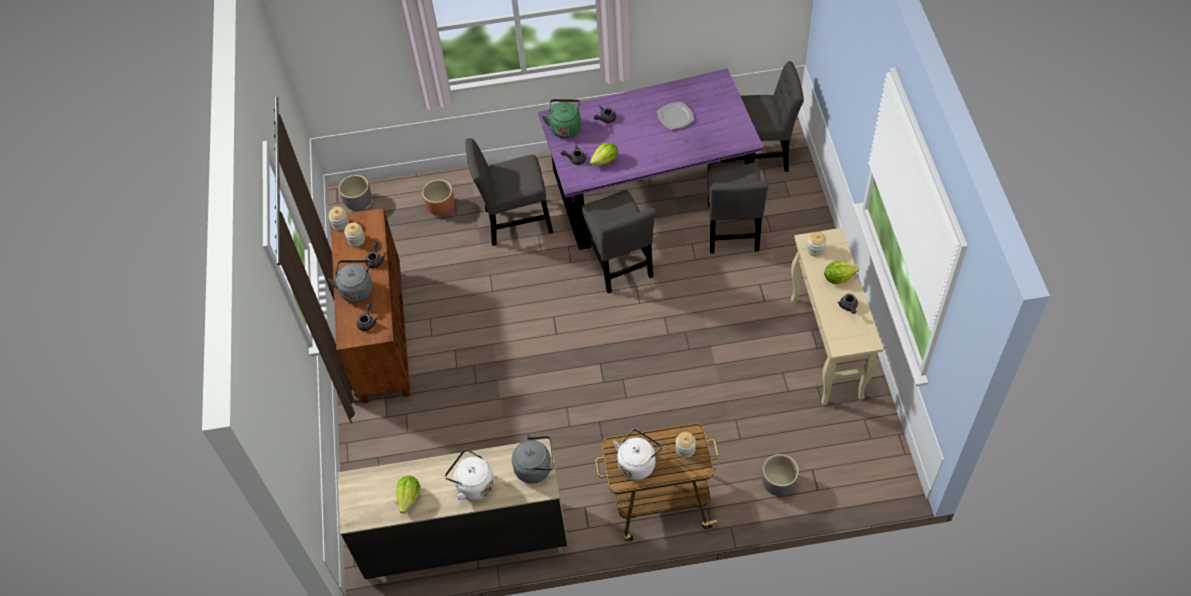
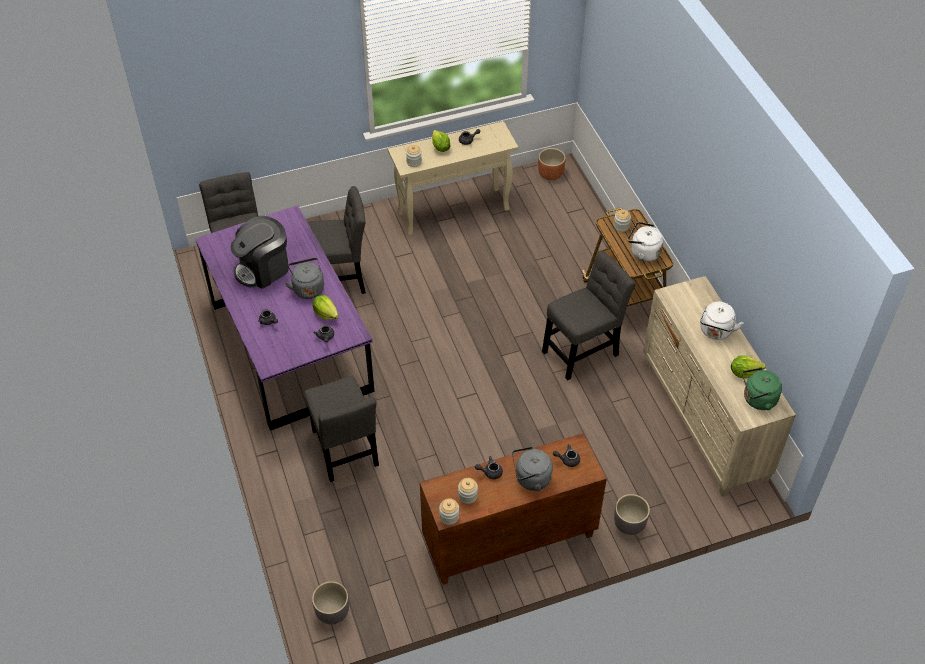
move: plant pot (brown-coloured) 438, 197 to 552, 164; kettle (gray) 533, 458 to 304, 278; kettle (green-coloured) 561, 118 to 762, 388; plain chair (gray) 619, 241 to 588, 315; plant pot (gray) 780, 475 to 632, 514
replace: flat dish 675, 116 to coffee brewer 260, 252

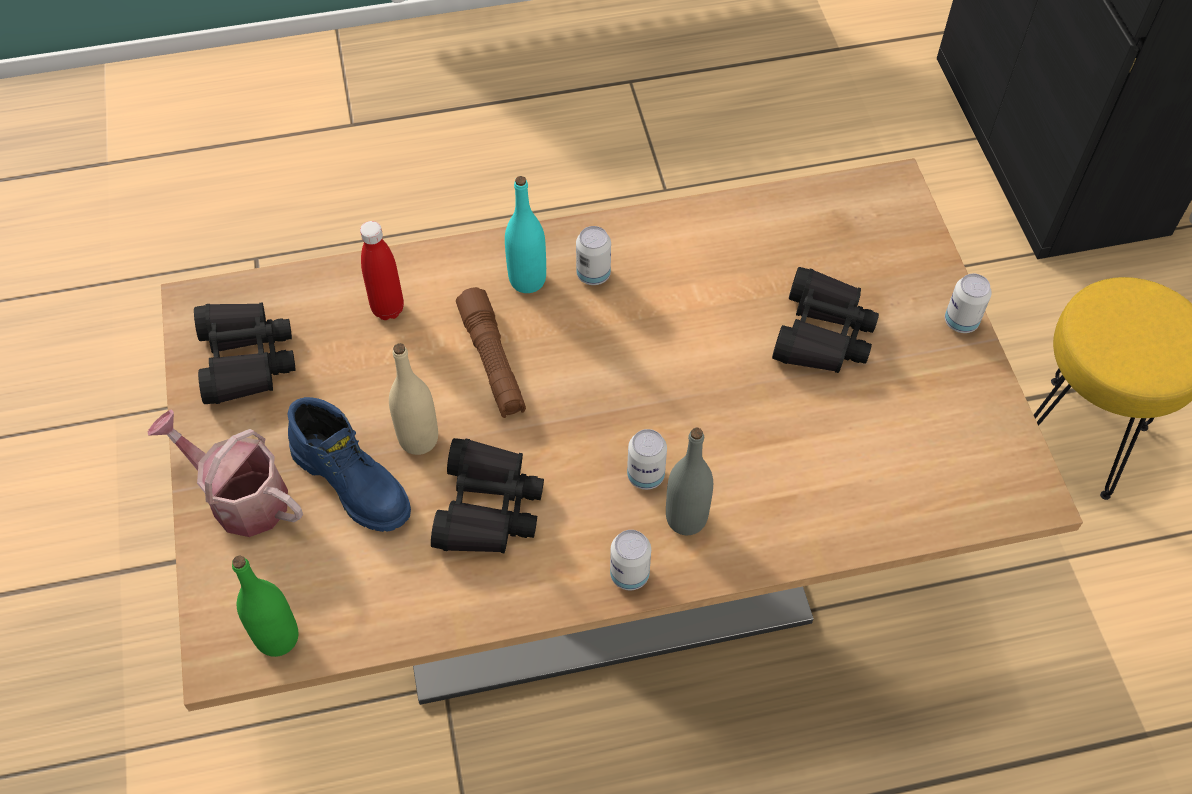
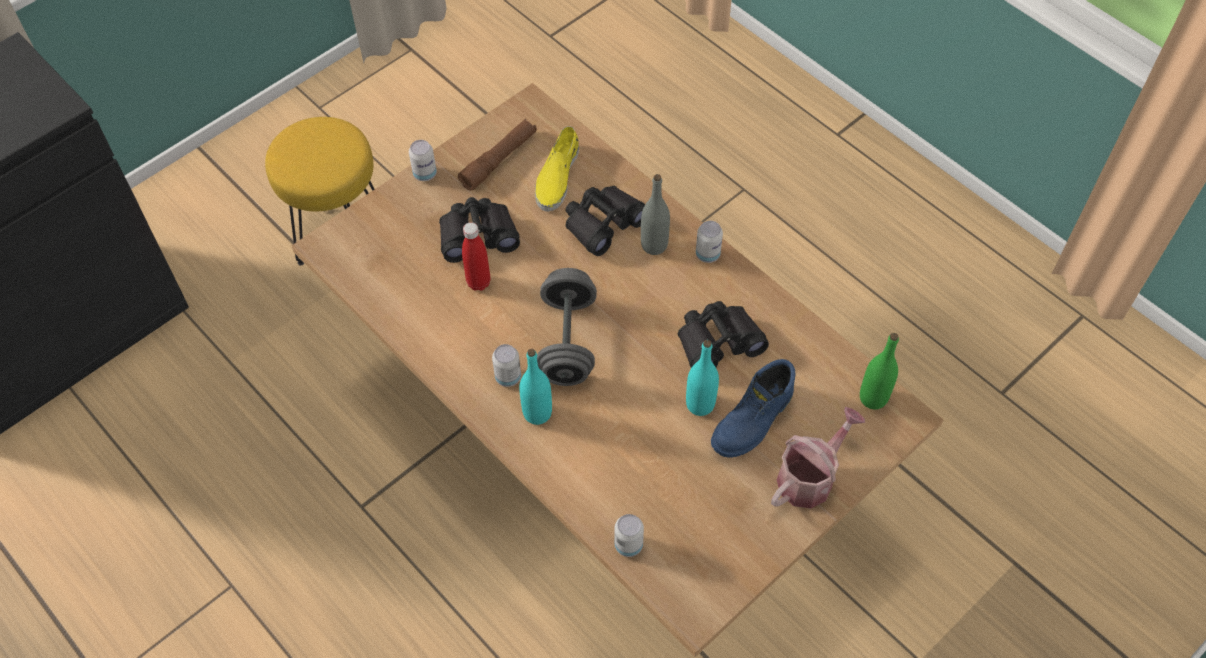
insert: item of footwear (yellow-coloured) 557, 169; dumbbell (gray) 567, 327
move: pair of binoculars (blackish) 245, 353 to 605, 221; beverage bottle (reddish) 382, 270 to 476, 256; torch (brown-coloured) 491, 352 to 497, 155; metal can 647, 459 to 629, 535
recolor: beverage bottle (beige) 413, 399 to beverage bottle (turquoise) 702, 378
rotate: watering can 225, 473 = 818, 458 135 degrees counterclockwise; high-top boot (bluish) 349, 464 = 753, 408 150 degrees counterclockwise

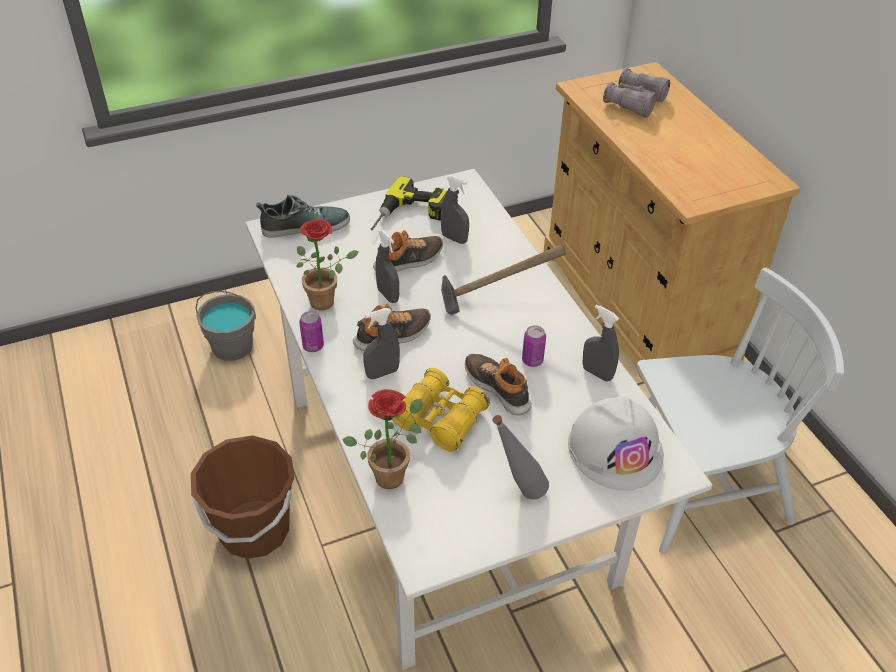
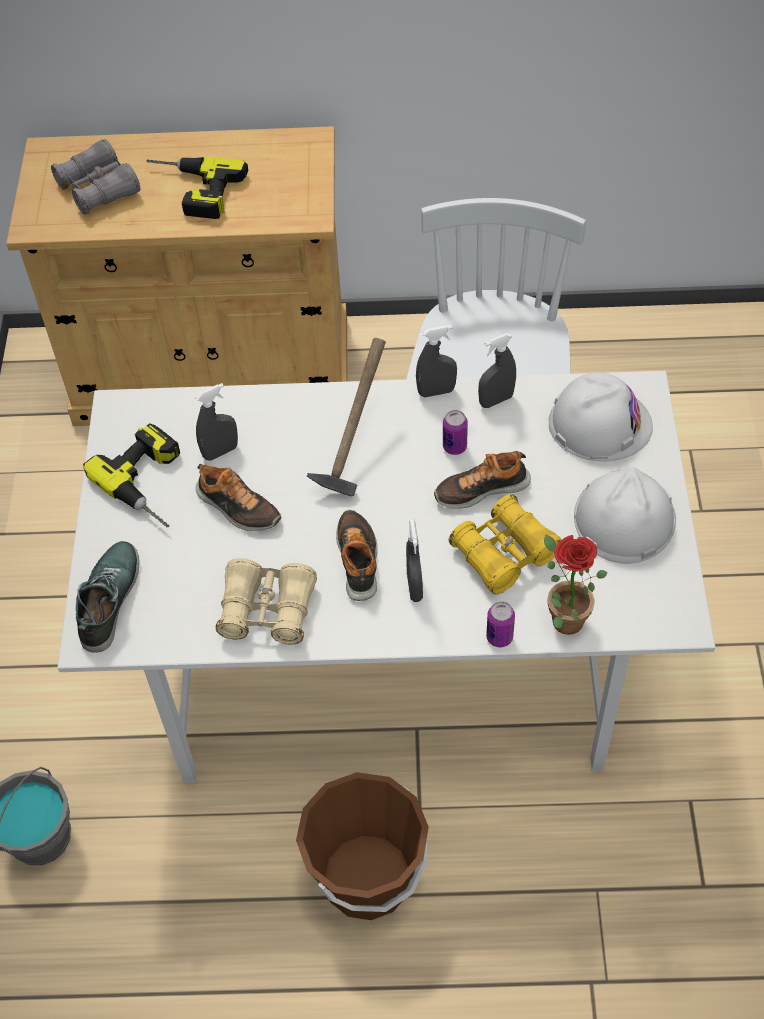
insert: drill 197, 188
move: metal can 311, 331 to 500, 624; spray bottle (gray) 387, 266 to 436, 361
replace: plant in a pot 327, 264 to pair of binoculars (beige) 266, 601; beverage bottle (gray) 520, 457 to hard hat (white) 625, 515
rotate: item of footwear 408, 251 = 238, 497 135 degrees clockwise

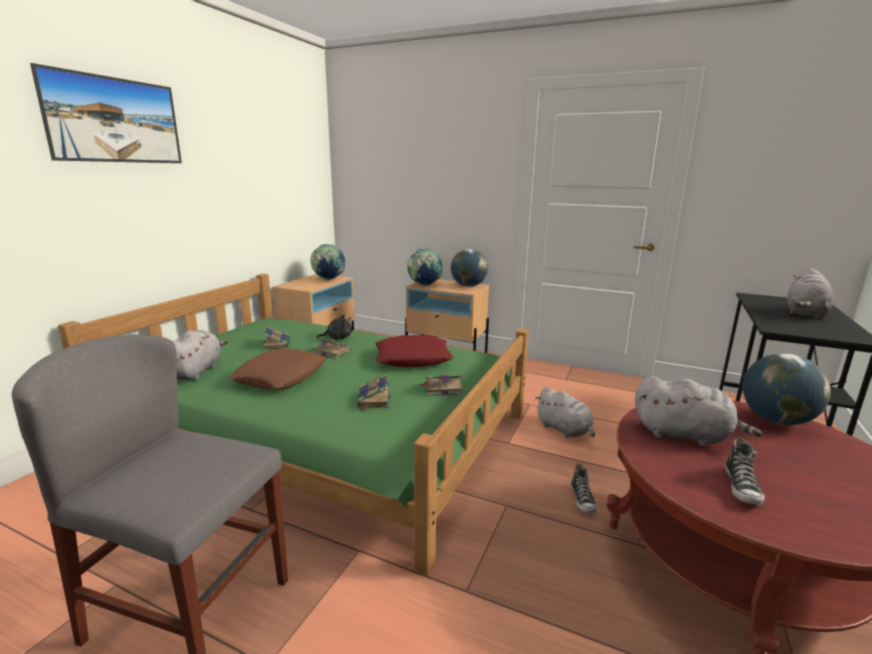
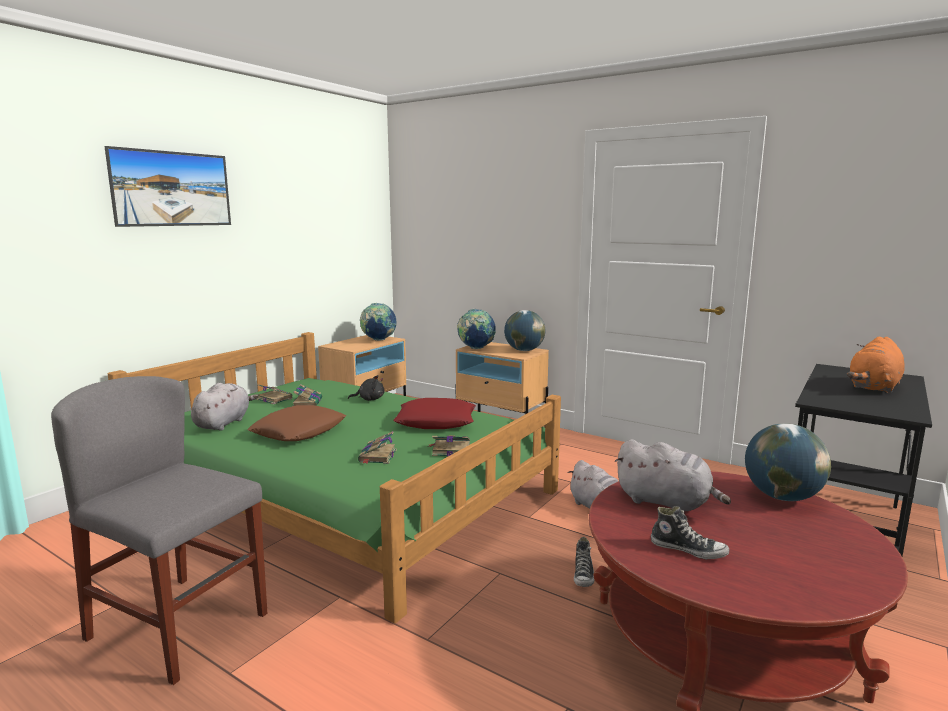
move: volume 332, 348 to 274, 394
recolor: cuddly toy (gray) 810, 293 to cuddly toy (orange-coloured) 875, 365
rotate: item of footwear 745, 471 = 690, 533 90 degrees counterclockwise

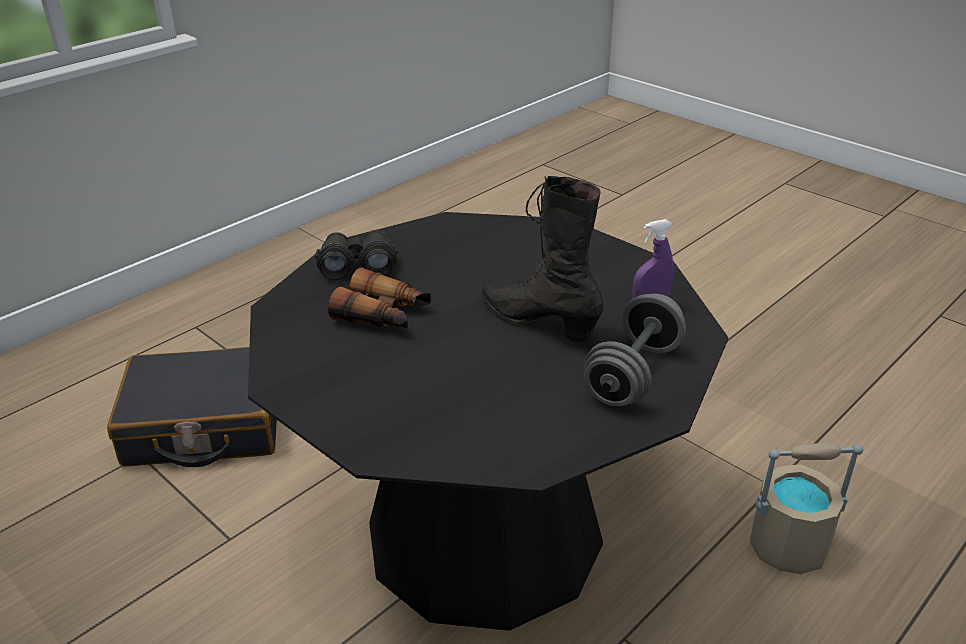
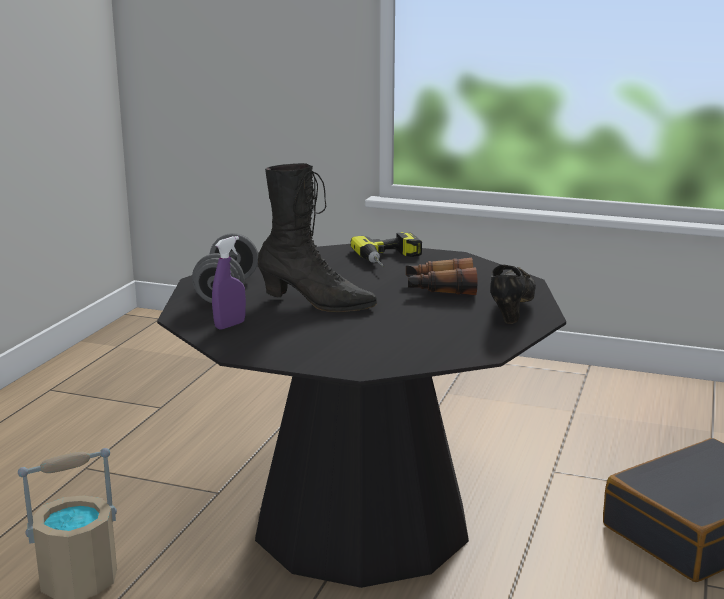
insert: drill 386, 250
replace: pair of binoculars (blackish) 356, 255 to item of footwear (blackish) 513, 294

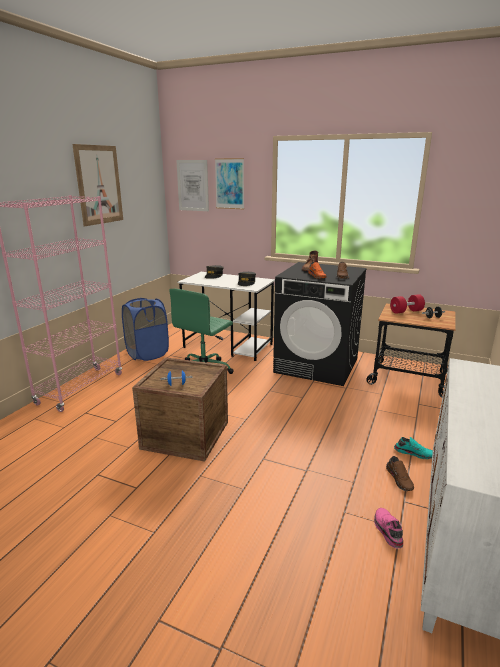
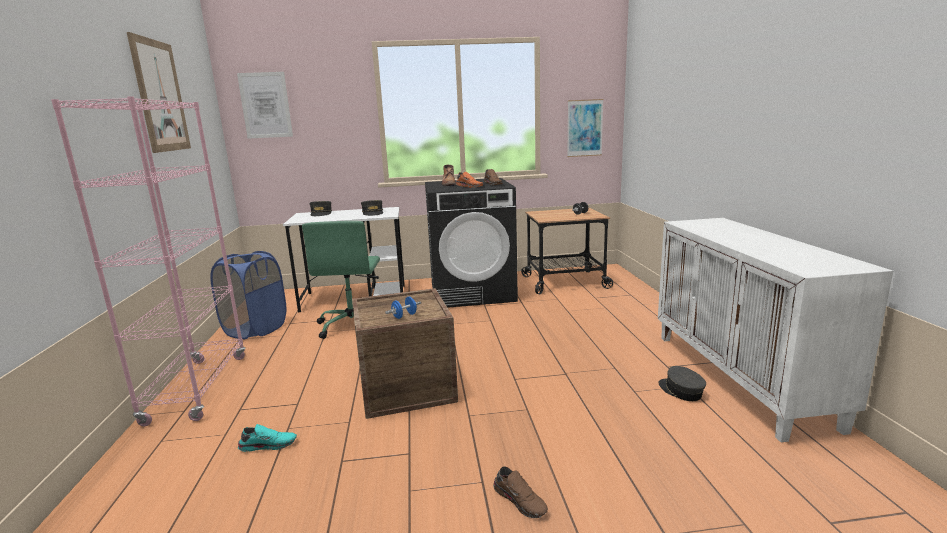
delete: dumbbell (reddish) 407, 304
move: wall art 229, 183 to 585, 128; item of footwear (brown-coloured) 400, 473 to 520, 492; item of footwear (turquoise) 413, 448 to 267, 438
replace: item of footwear (pink) 388, 528 to peaked cap (gray) 682, 383

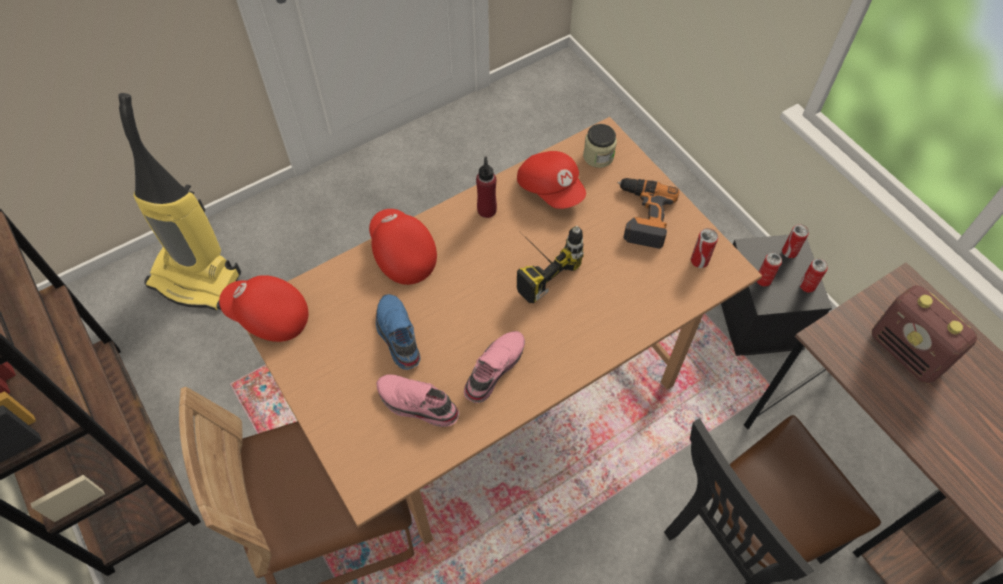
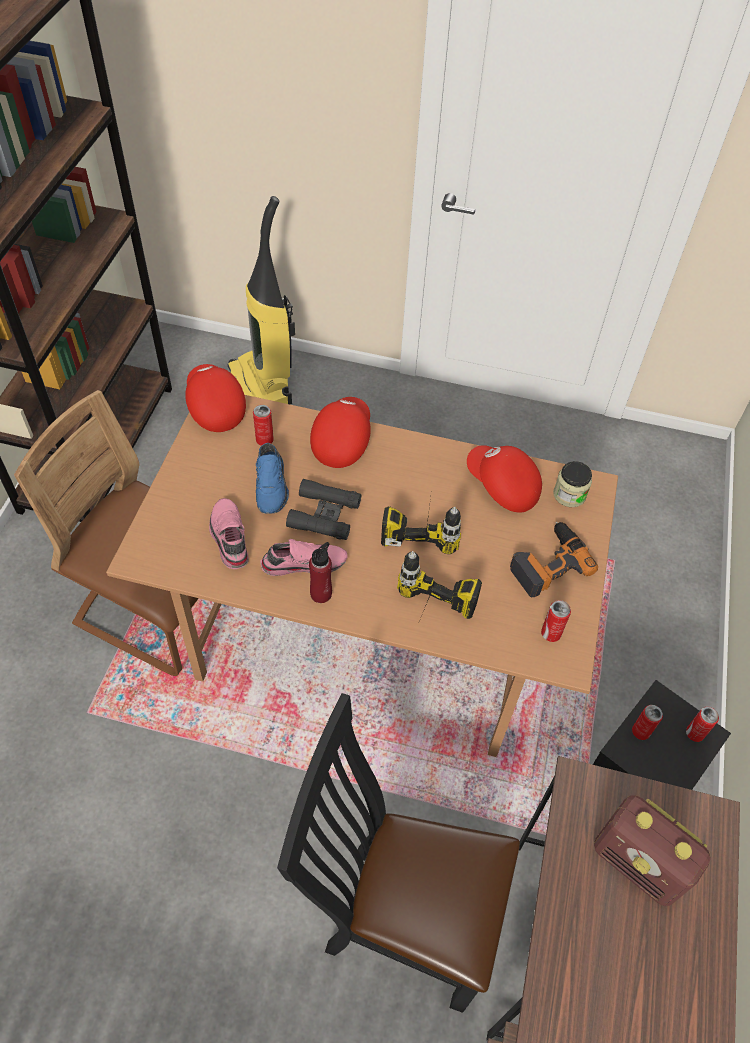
insert: pair of binoculars (blackish) 323, 509; drill 439, 595
move: beverage bottle (reddish) 486, 187 to 320, 572; metal can 814, 276 to 263, 425
rotate: item of footwear (bluish) 398, 332 = 272, 478 150 degrees clockwise; peaked cap (reddish) 551, 180 = 504, 479 120 degrees clockwise; radio 924, 334 = 652, 850 60 degrees counterclockwise

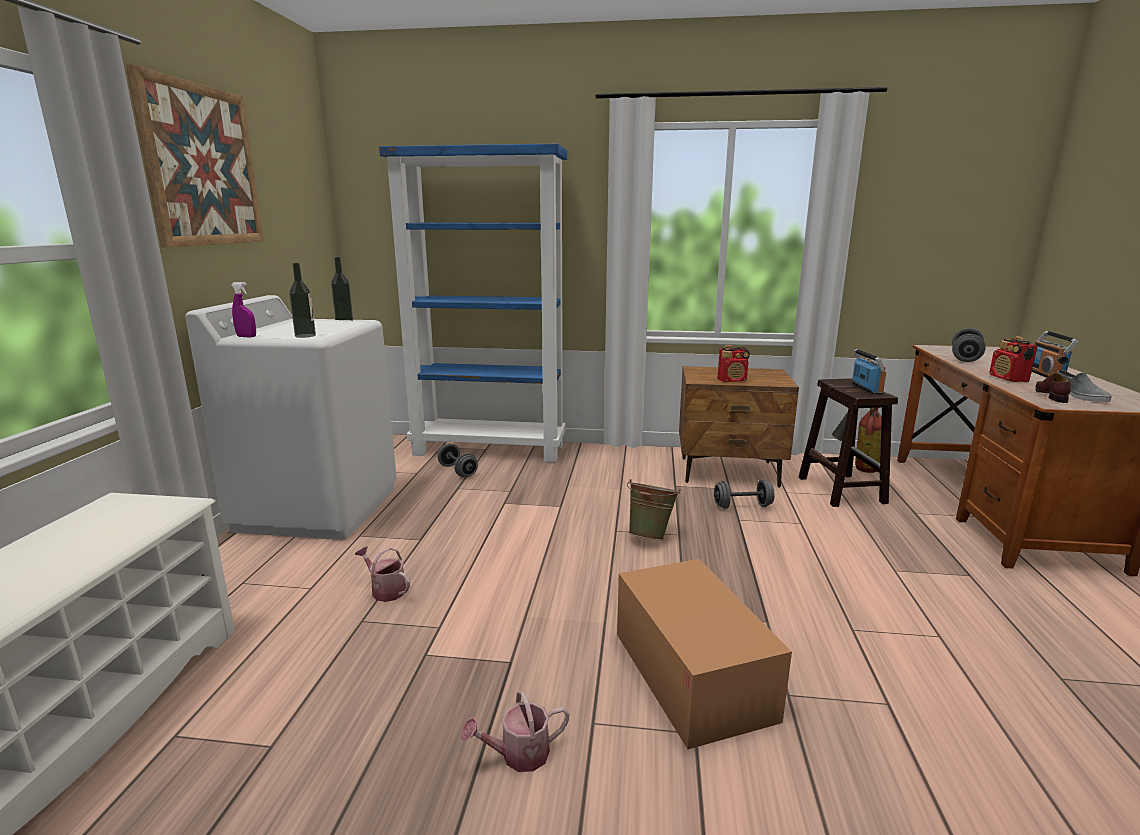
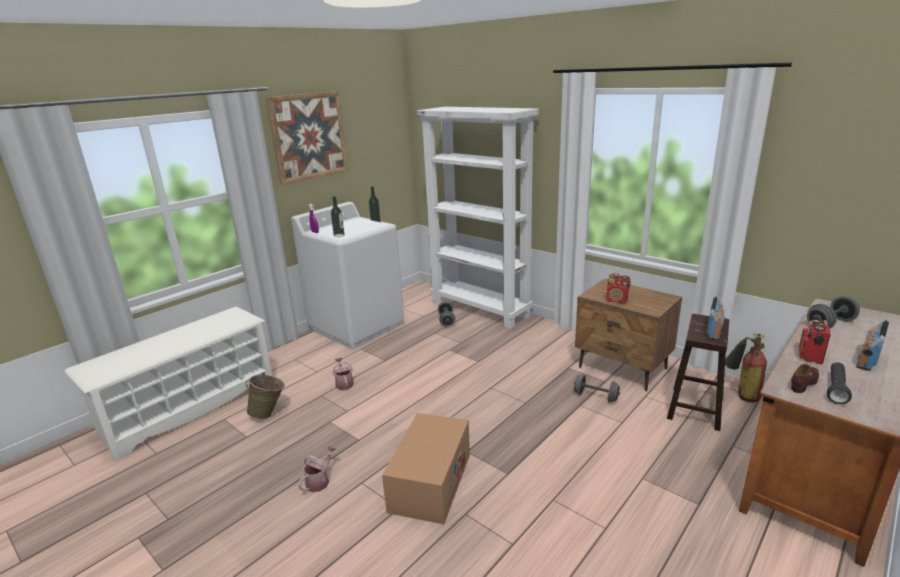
move: water bucket (green-coloured) 654, 509 to 265, 395
replace: item of footwear (gray) 1084, 386 to torch (blackish) 839, 383
recolor: shelving unit (bluish) 473, 303 to shelving unit (white) 478, 218
rotate: watering can 515, 731 = 317, 469 105 degrees clockwise

